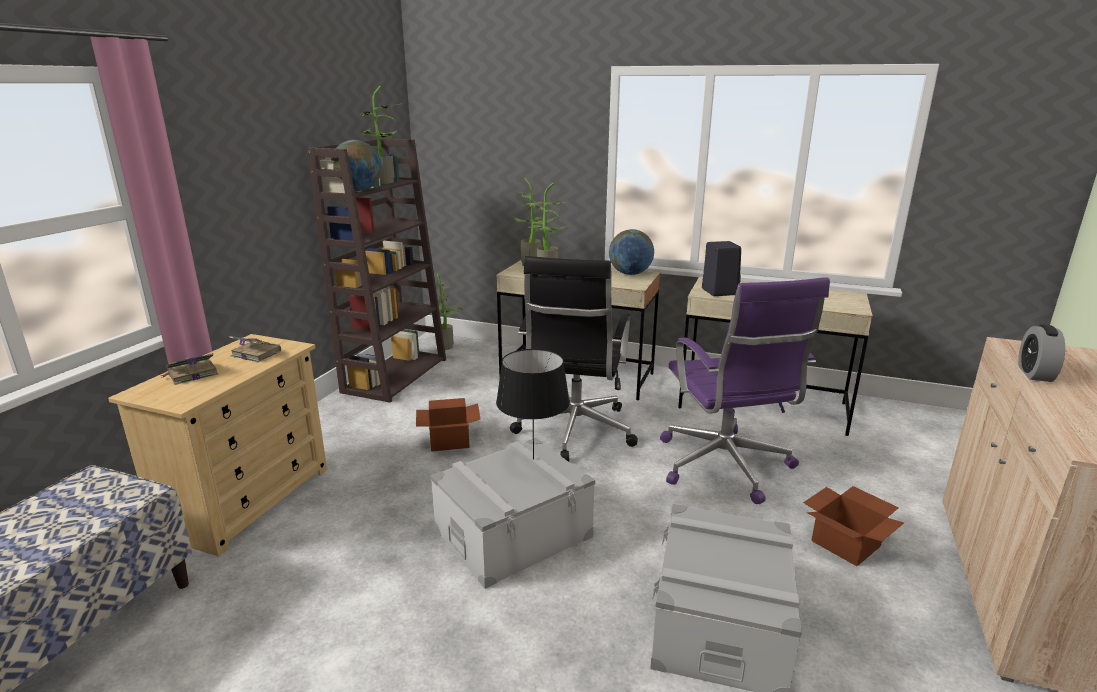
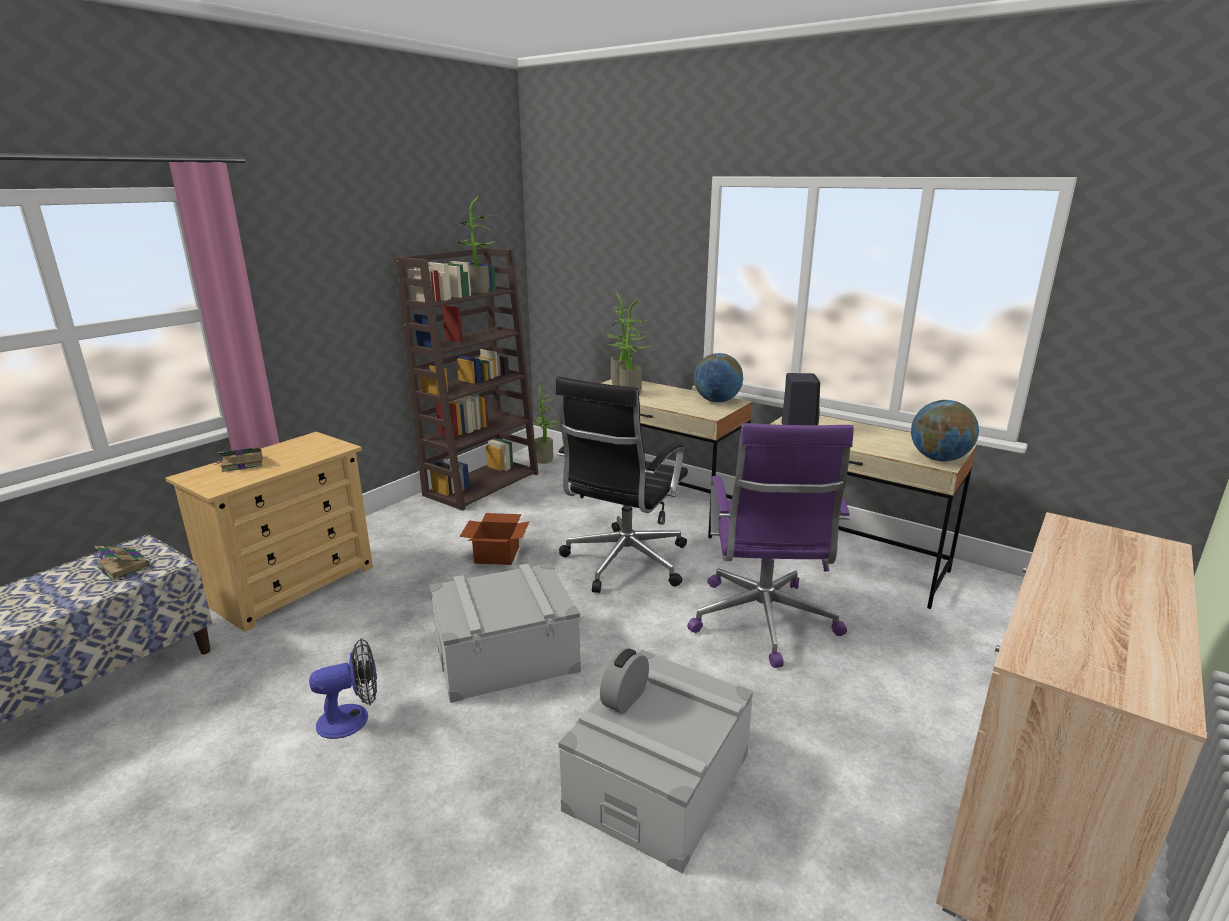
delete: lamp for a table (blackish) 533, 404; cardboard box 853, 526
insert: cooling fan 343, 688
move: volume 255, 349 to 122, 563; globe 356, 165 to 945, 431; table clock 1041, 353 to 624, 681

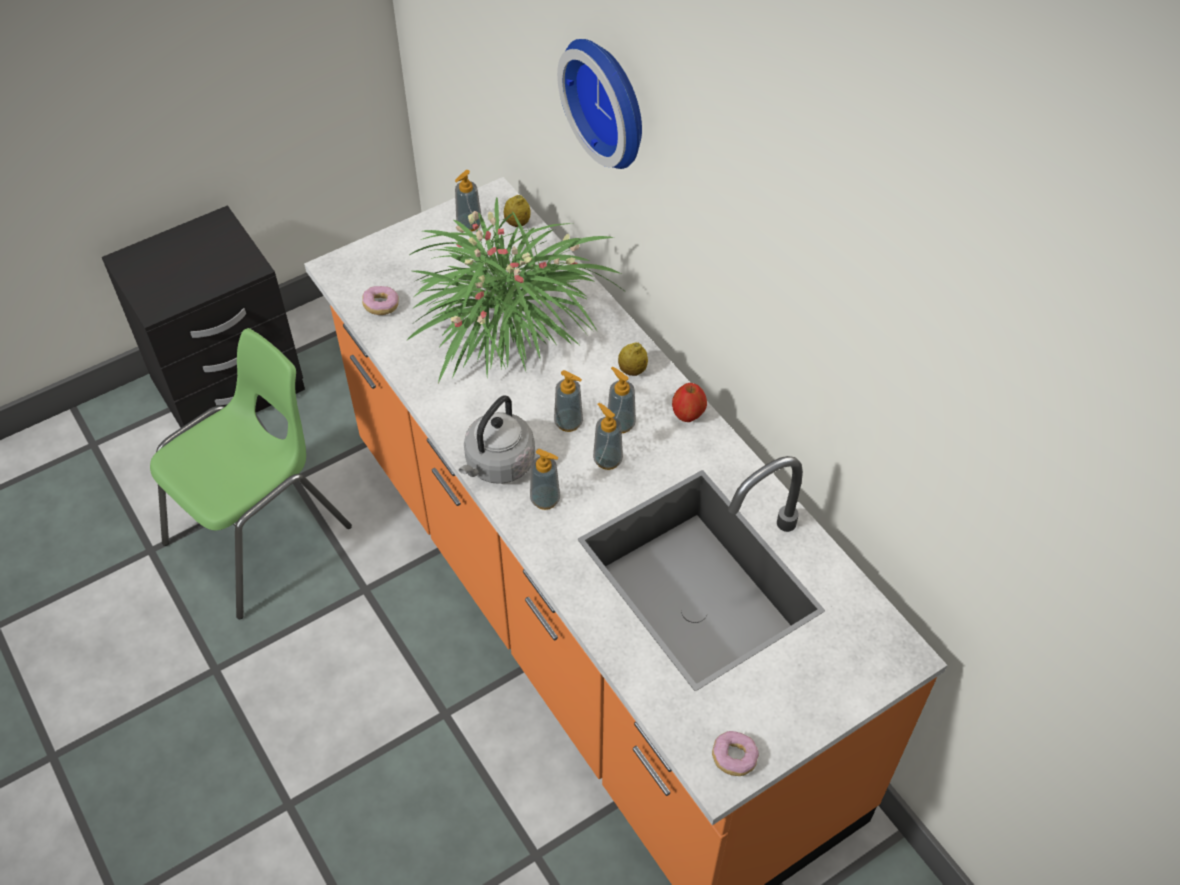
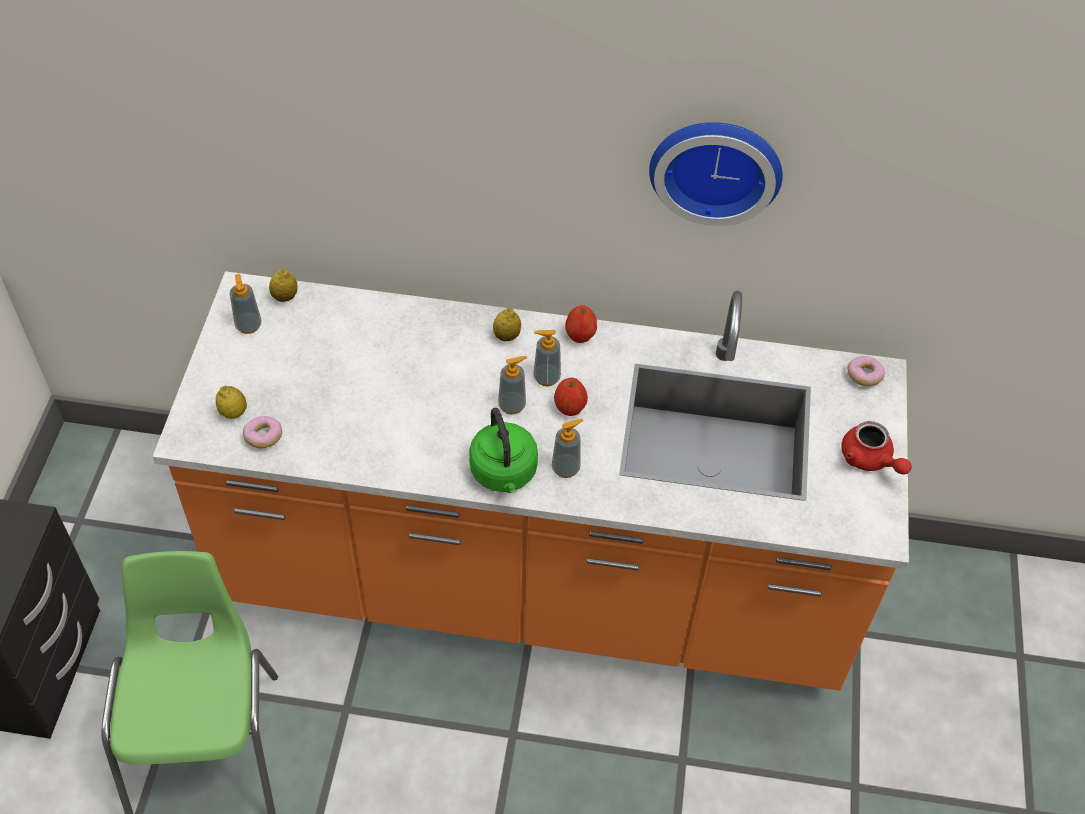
delete: plant in a pot 516, 290
insert: lemon 231, 402; pot for tea (reddish) 876, 447
move: hanging clock 599, 104 to 716, 174; doughnut 735, 753 to 866, 371
replace: soap dispenser 608, 436 to apple 571, 397
recolor: kettle (gray) 497, 439 to kettle (green-coloured) 503, 450

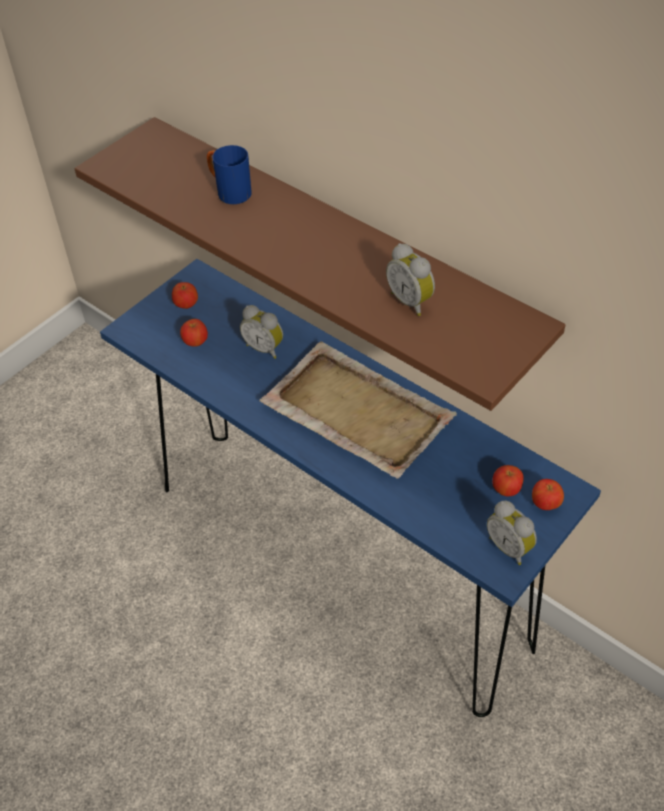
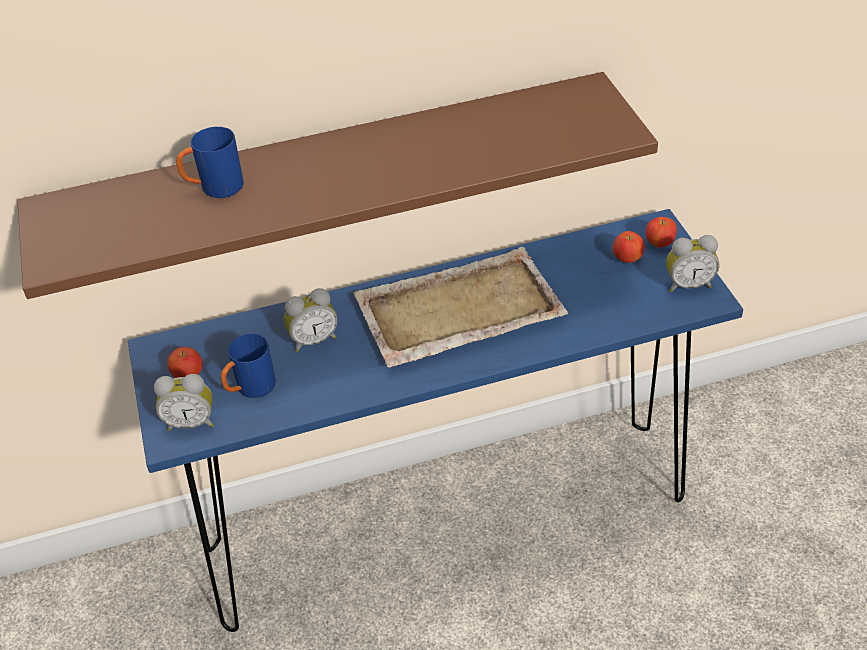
move: table clock 410, 279 to 184, 402
replace: apple 194, 333 to coffee mug (bluish) 248, 366

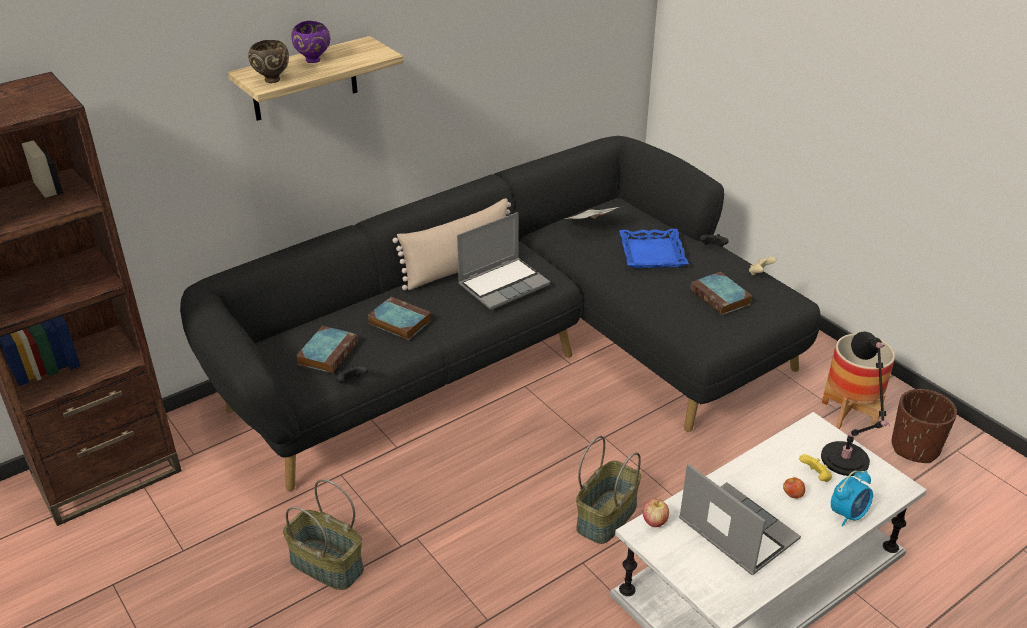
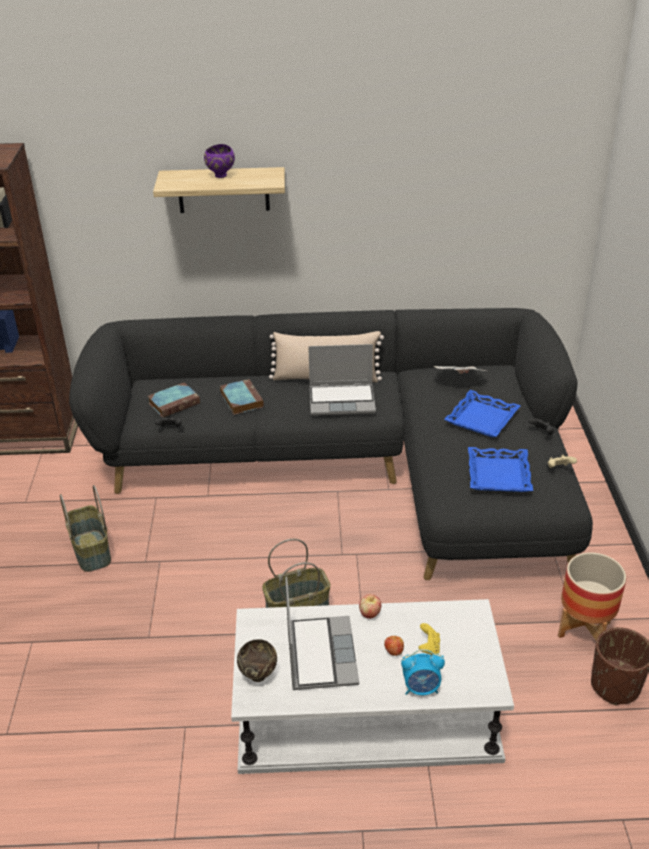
delete: lamp for a table (blackish) 855, 404
move: bowl (brown-coloured) 268, 61 to 257, 660; apple 656, 513 to 370, 606
replace: volume 721, 293 to carrying tray (bluish) 500, 469

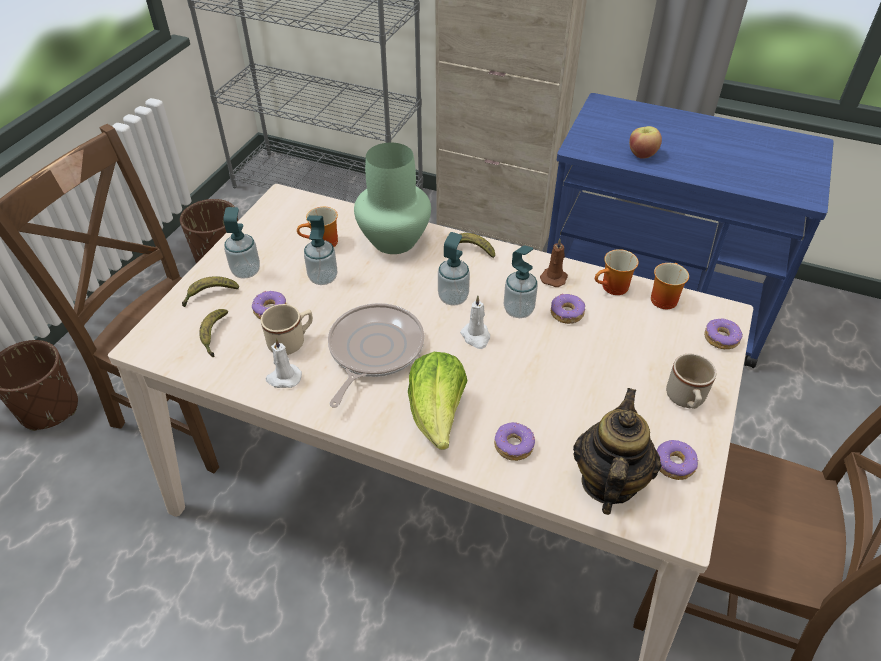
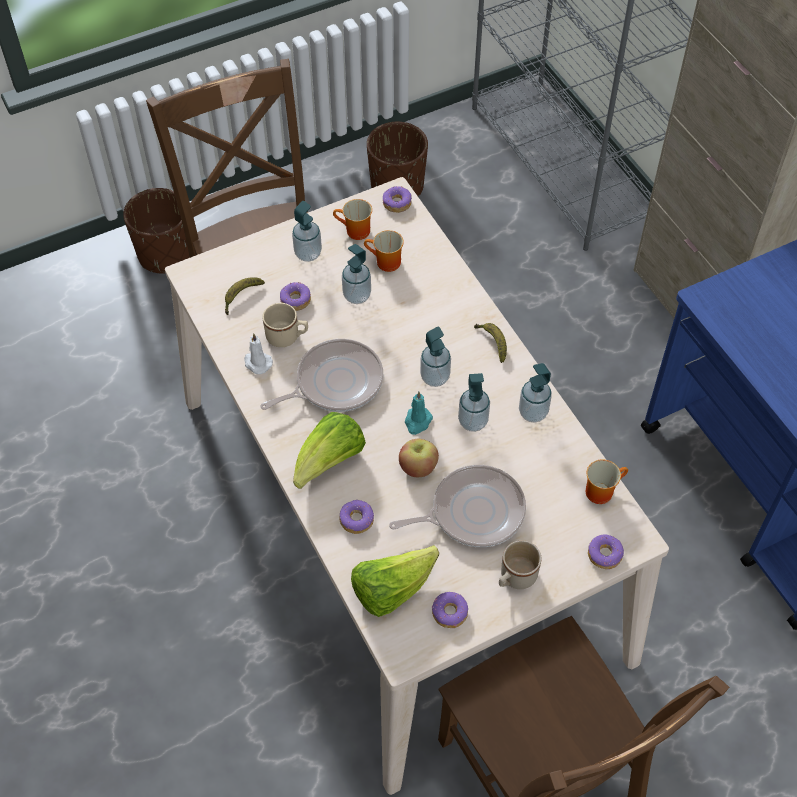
delete: banana fruit 210, 291; flower vase (green-coloured) 392, 198
insert: skillet 457, 506
move: doughnut 568, 309 to 397, 199; coffee mug 617, 272 to 352, 219; apple 645, 142 to 419, 458
replace: candle (brown-coloured) 554, 262 to soap dispenser 535, 393; pot for tea 617, 451 to lettuce 395, 581
recolor: candle (white) 475, 322 to candle (turquoise) 419, 413

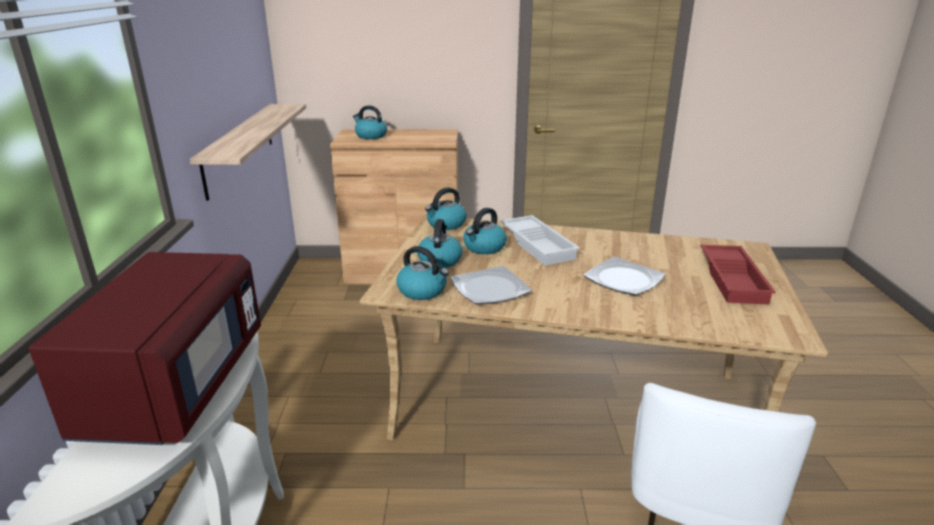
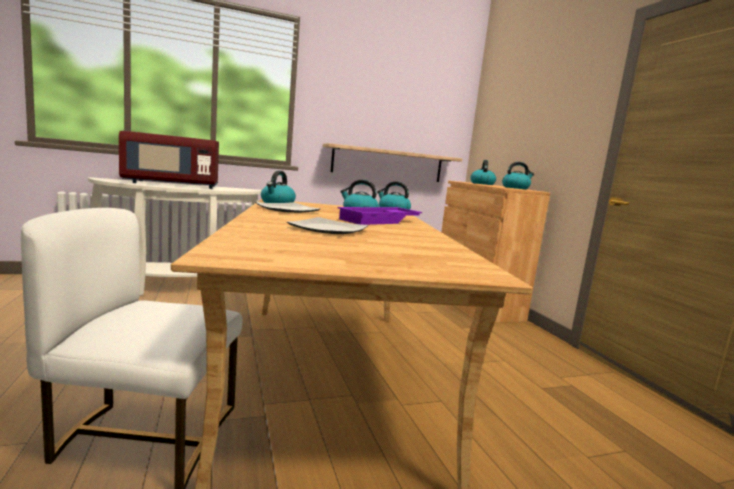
delete: carrying tray (reddish) 738, 274
move: kettle 439, 243 to 518, 175
recolor: carrying tray (white) 540, 240 to carrying tray (purplish) 380, 216

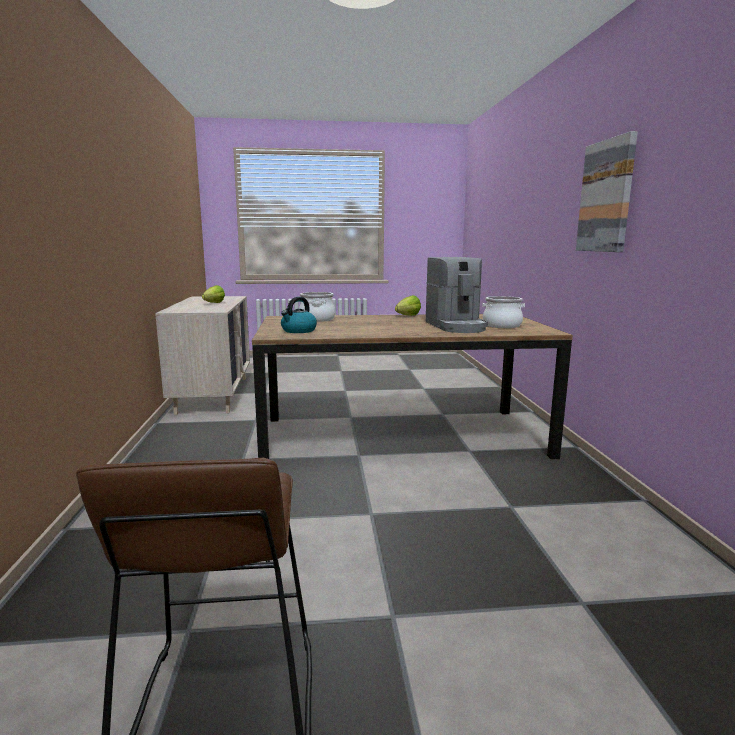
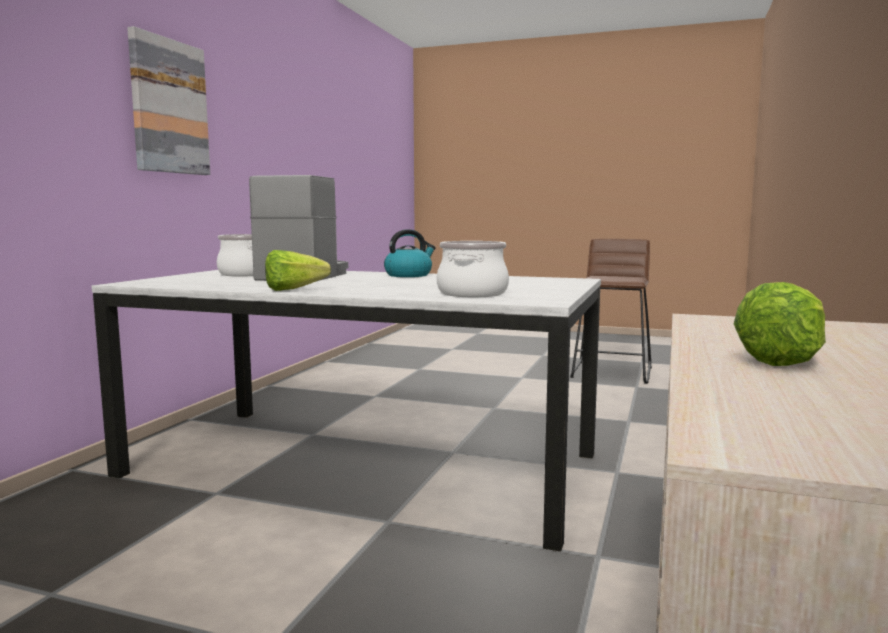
move: kettle 299, 315 to 410, 253
recolor: dinner table (brown-coloured) 412, 387 to dinner table (white) 346, 411

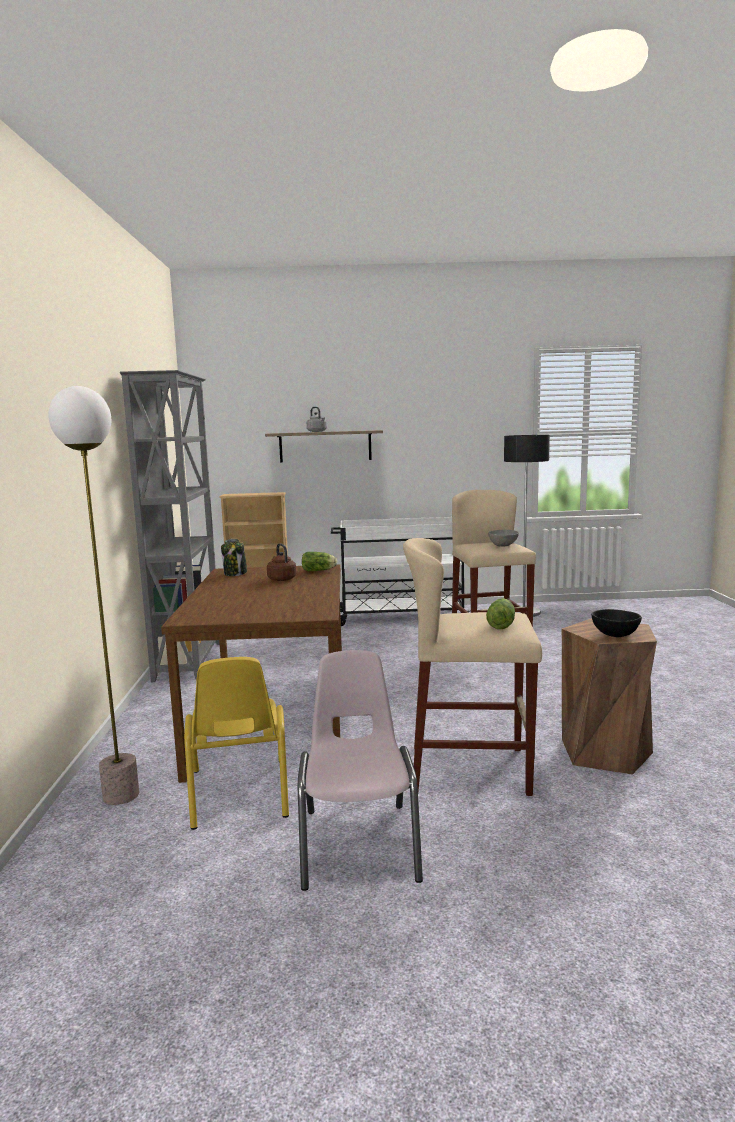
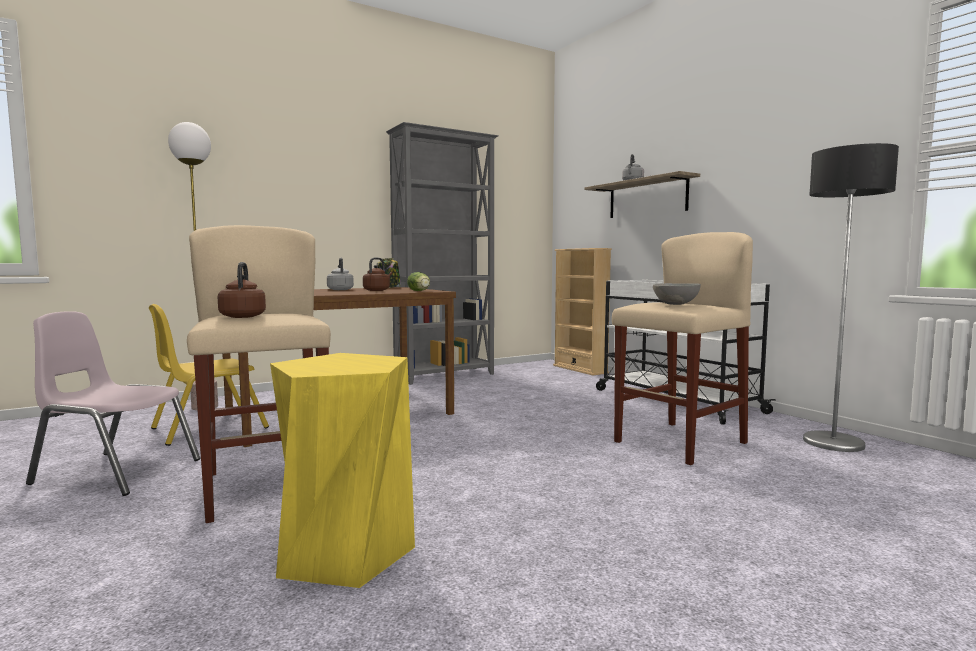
delete: bowl (blackish) 616, 623
insert: kettle (gray) 340, 274
replace: lettuce 500, 613 to kettle (brown-coloured) 242, 290
recolor: sitting stool (brown-coloured) 609, 696 to sitting stool (yellow-coloured) 342, 470
rotate: plain chair (pink) 360, 770 = 113, 403 135 degrees counterclockwise

